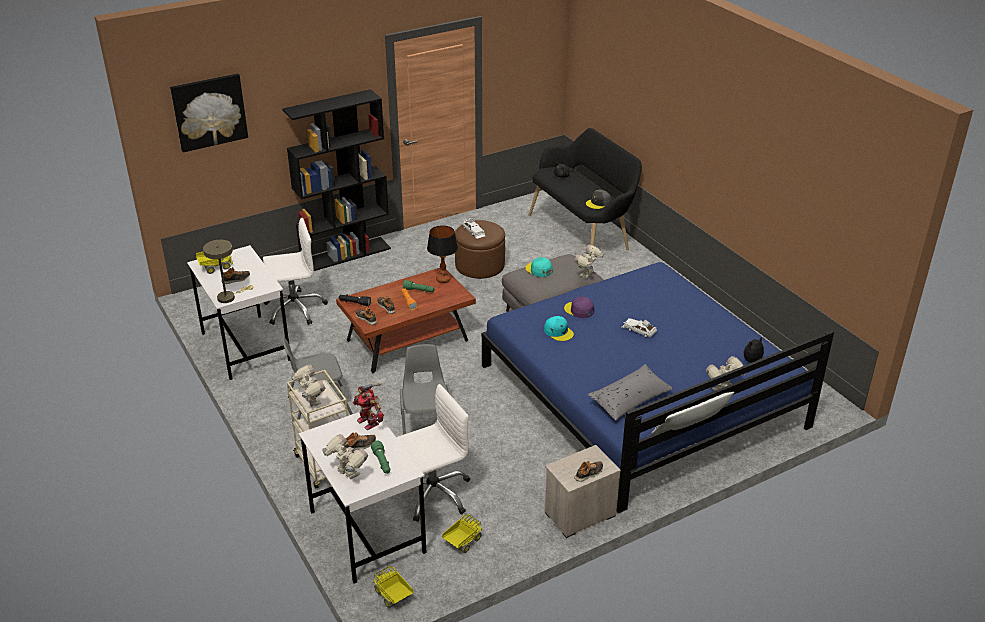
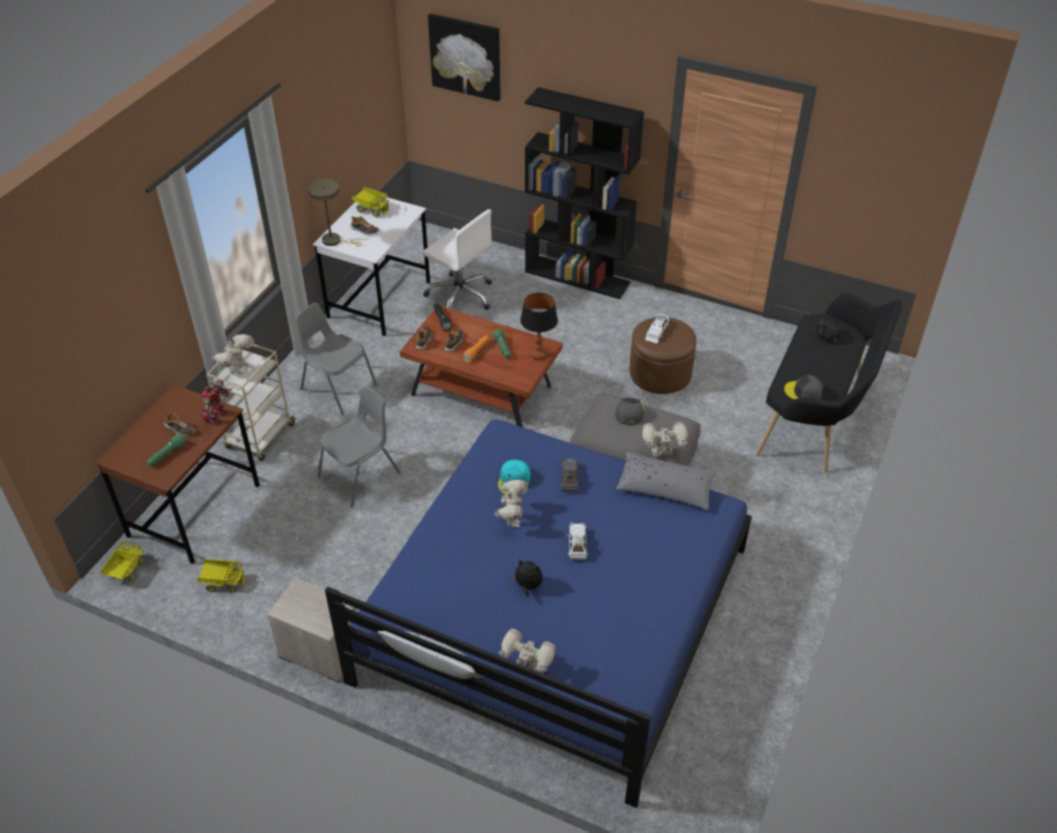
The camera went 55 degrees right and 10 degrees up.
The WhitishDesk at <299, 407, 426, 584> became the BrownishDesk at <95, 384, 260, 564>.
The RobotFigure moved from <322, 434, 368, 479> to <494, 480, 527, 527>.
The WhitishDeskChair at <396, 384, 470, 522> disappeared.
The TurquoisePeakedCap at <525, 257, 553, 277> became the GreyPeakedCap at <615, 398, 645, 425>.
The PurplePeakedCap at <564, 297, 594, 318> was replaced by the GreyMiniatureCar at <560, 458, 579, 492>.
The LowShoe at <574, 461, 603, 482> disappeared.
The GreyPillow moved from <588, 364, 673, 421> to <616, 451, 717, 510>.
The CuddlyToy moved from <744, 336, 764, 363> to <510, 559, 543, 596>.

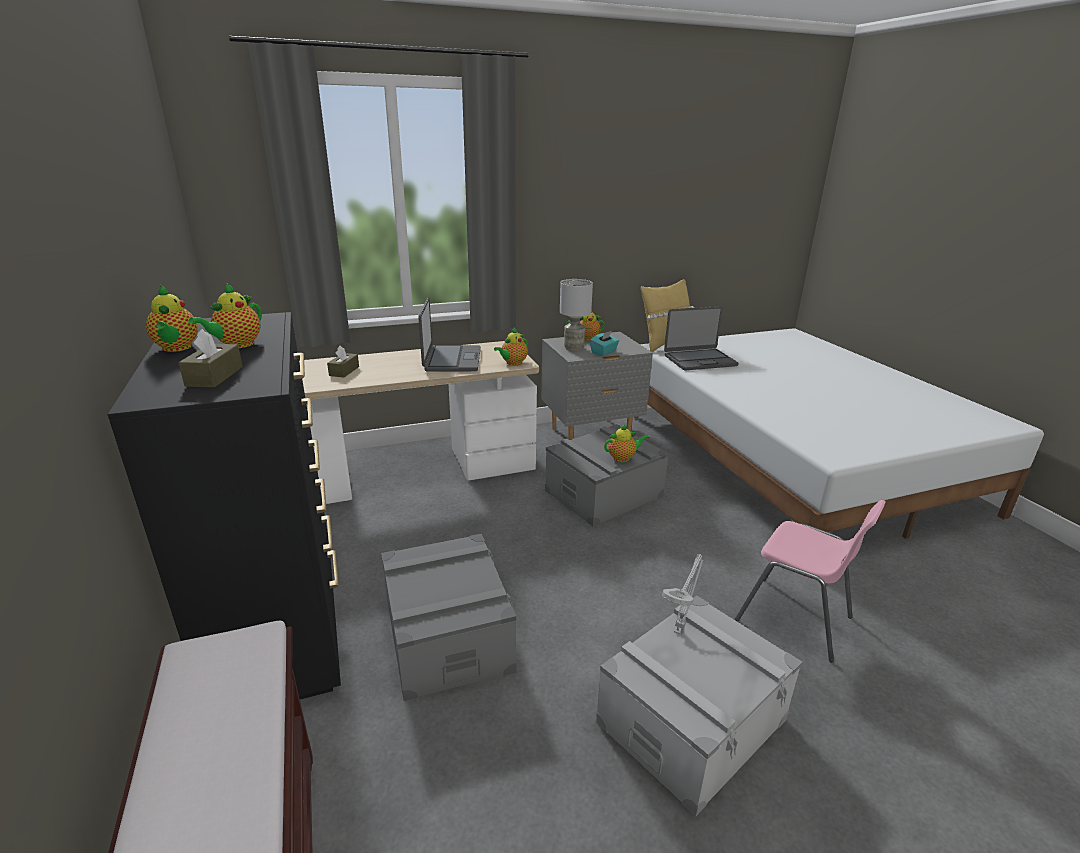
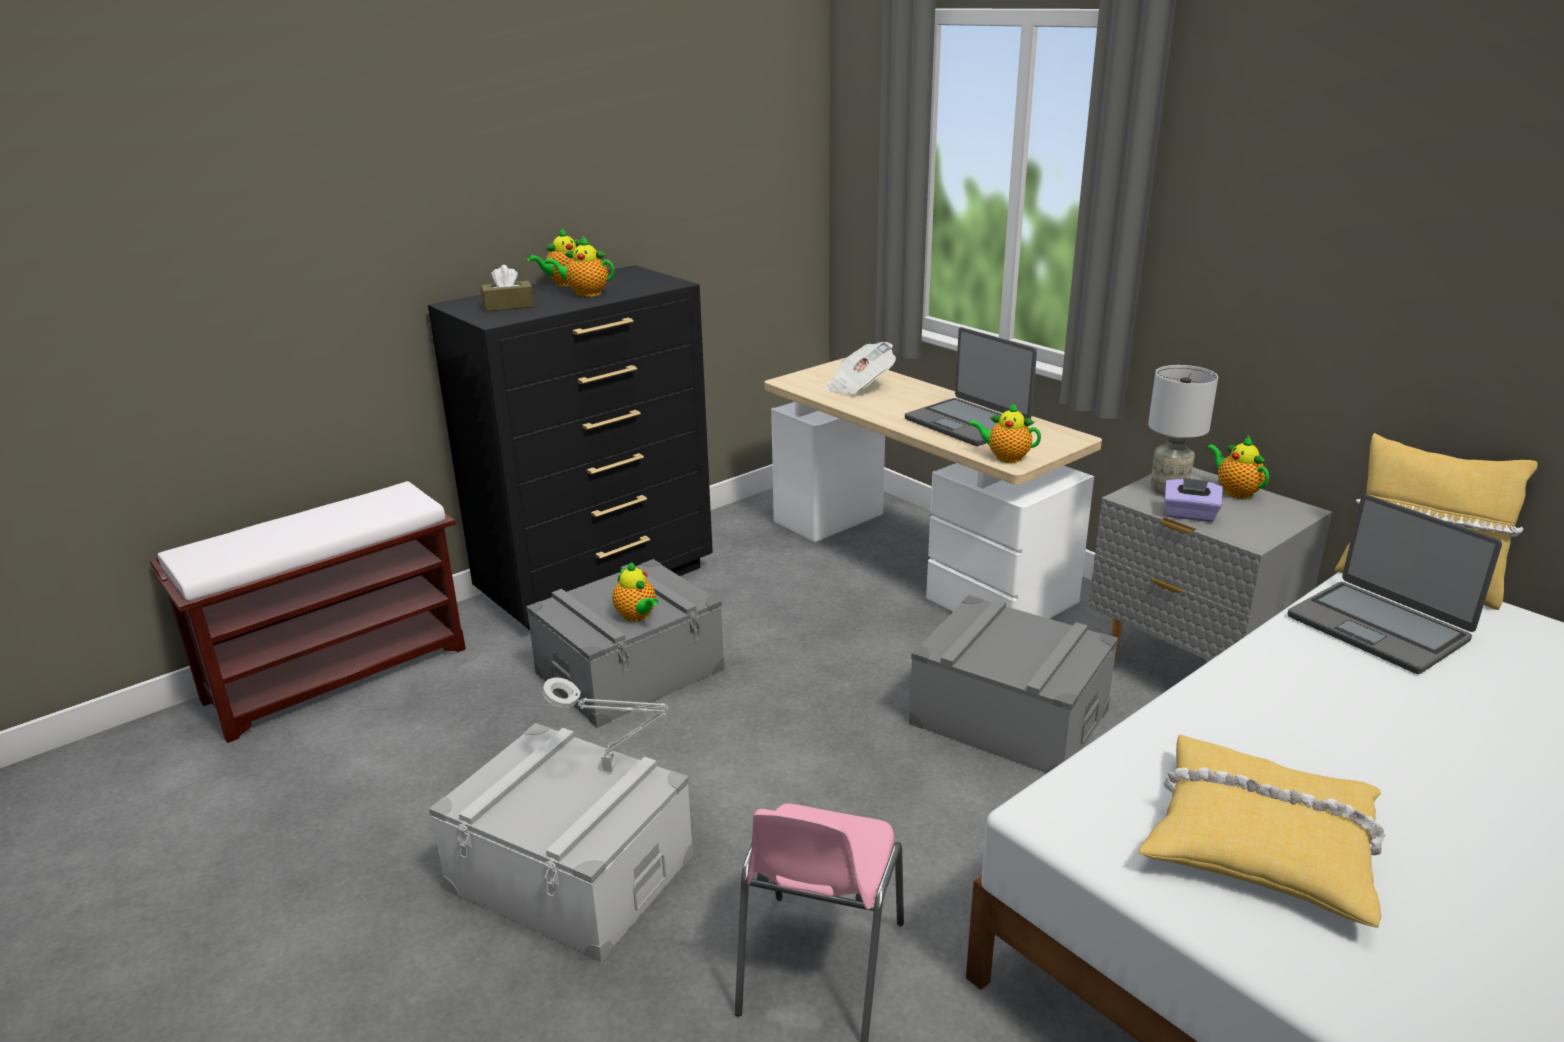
The camera went 70 degrees right and 0 degrees up.
The BrownishTissueHolder at <327, 346, 359, 378> was replaced by the PrintedPaper at <824, 342, 896, 395>.
The PortableComputer at <418, 297, 481, 371> turned 75 degrees clockwise.
The TurquoiseTissueHolder at <590, 331, 619, 356> became the PurpleTissueHolder at <1164, 477, 1223, 522>.
The Teapot moved from <604, 424, 650, 462> to <612, 562, 659, 622>.
The YellowishPillow at <1138, 735, 1386, 928> appeared.

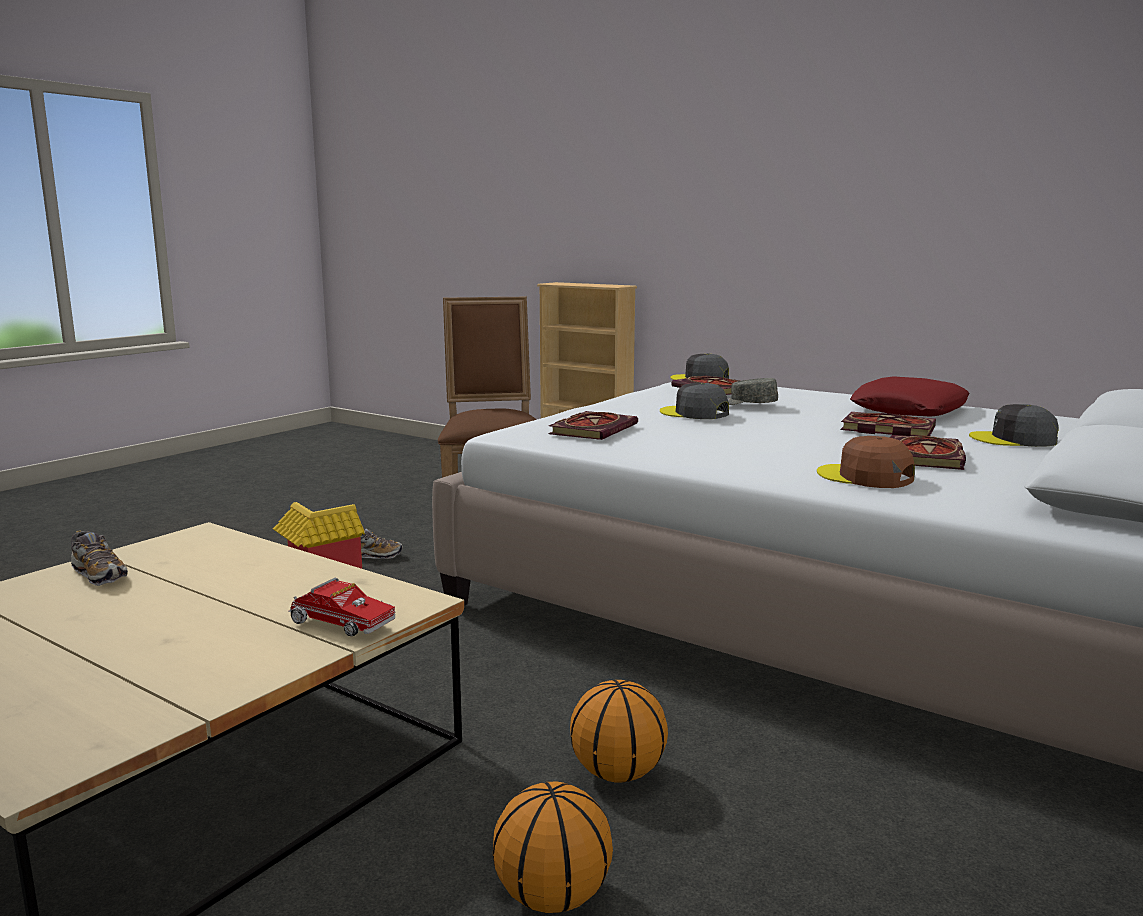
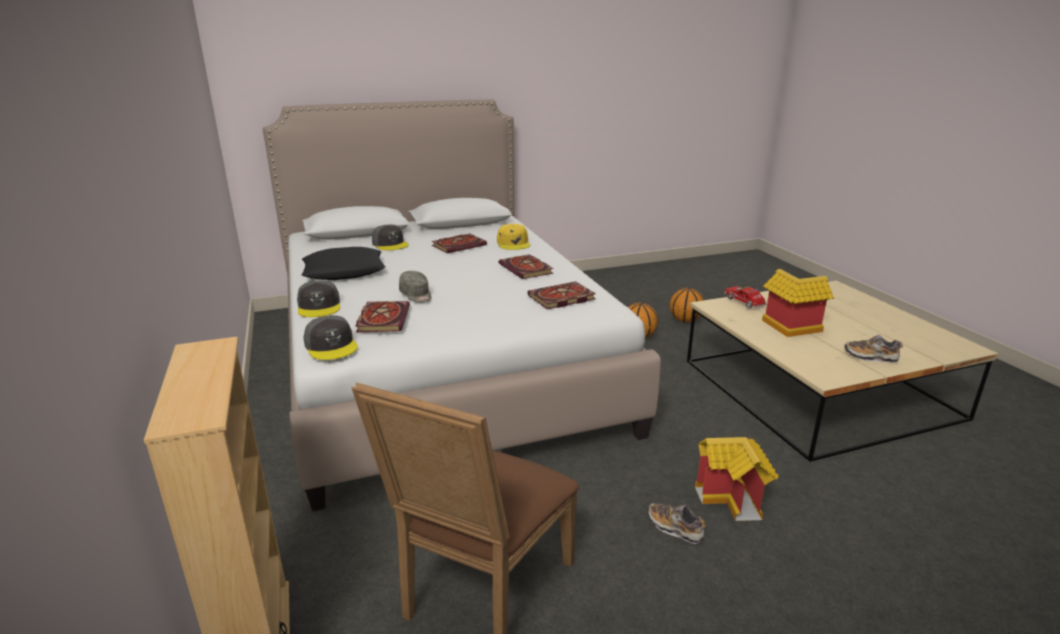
The camera went 145 degrees left and 10 degrees up.
The LowShoe at <71, 530, 128, 586> turned 60 degrees counterclockwise.
The GreyPeakedCap moved from <660, 383, 729, 419> to <297, 280, 340, 317>.
The BrownishPeakedCap at <817, 436, 915, 488> became the YellowishPeakedCap at <497, 224, 530, 250>.
The Volume moved from <841, 412, 936, 436> to <499, 254, 554, 279>.
The ReddishPillow at <850, 376, 969, 417> became the BlackColouredPillow at <301, 247, 386, 280>.
The MiniatureHouse at <762, 269, 834, 337> appeared.

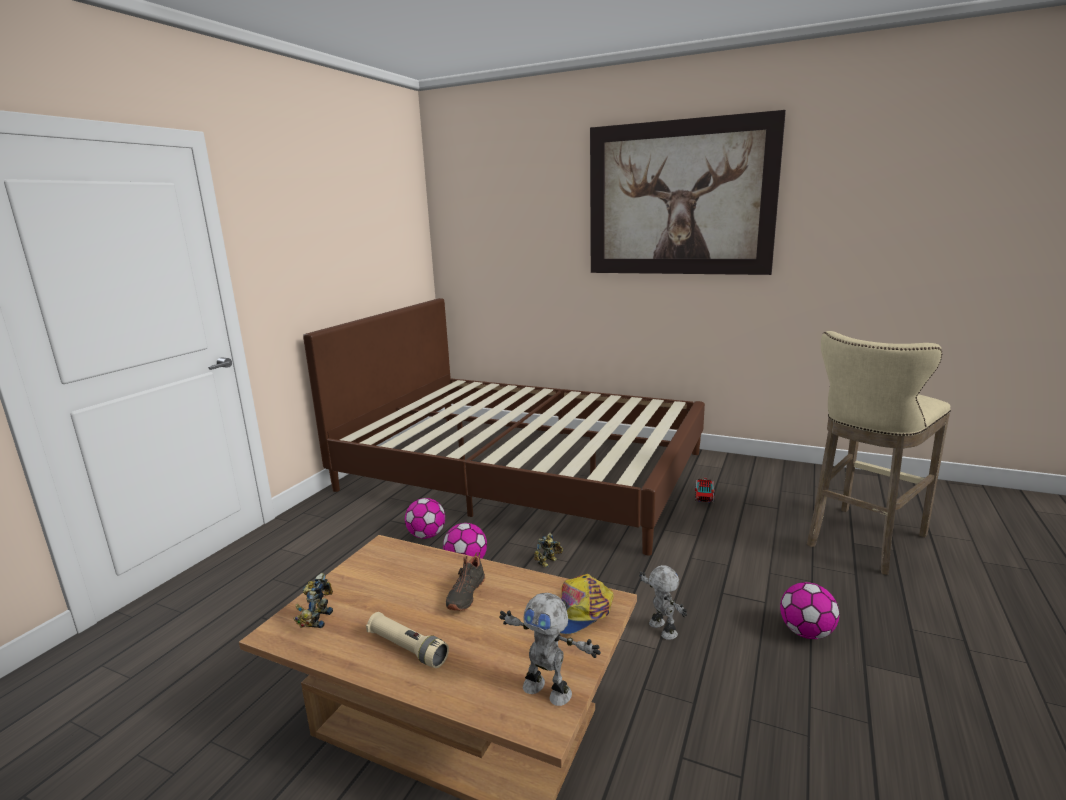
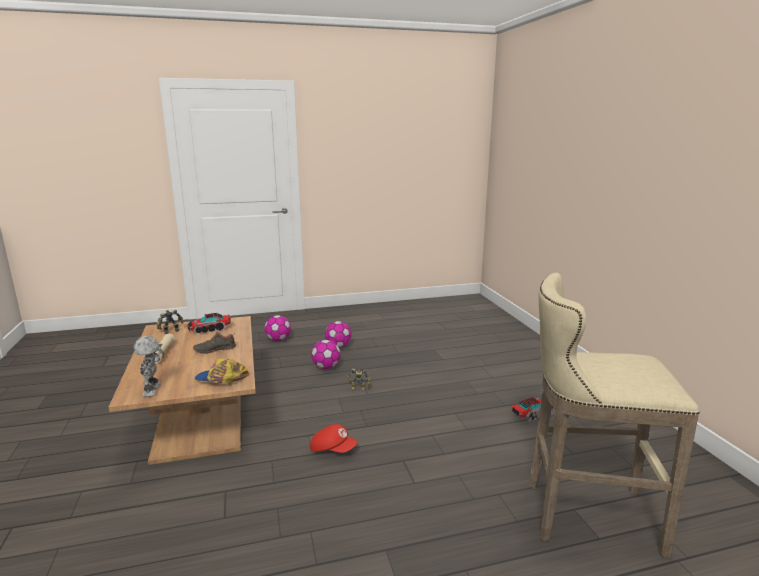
The camera went 50 degrees right and 0 degrees up.
The BrownishBed at <303, 298, 705, 555> disappeared.
The WallArt at <590, 110, 786, 275> disappeared.
The RobotFigure at <639, 565, 687, 640> was replaced by the ReddishPeakedCap at <310, 424, 357, 453>.
The FootballBall moved from <780, 582, 839, 639> to <265, 315, 291, 341>.
The ToyLorry at <187, 313, 231, 333> appeared.

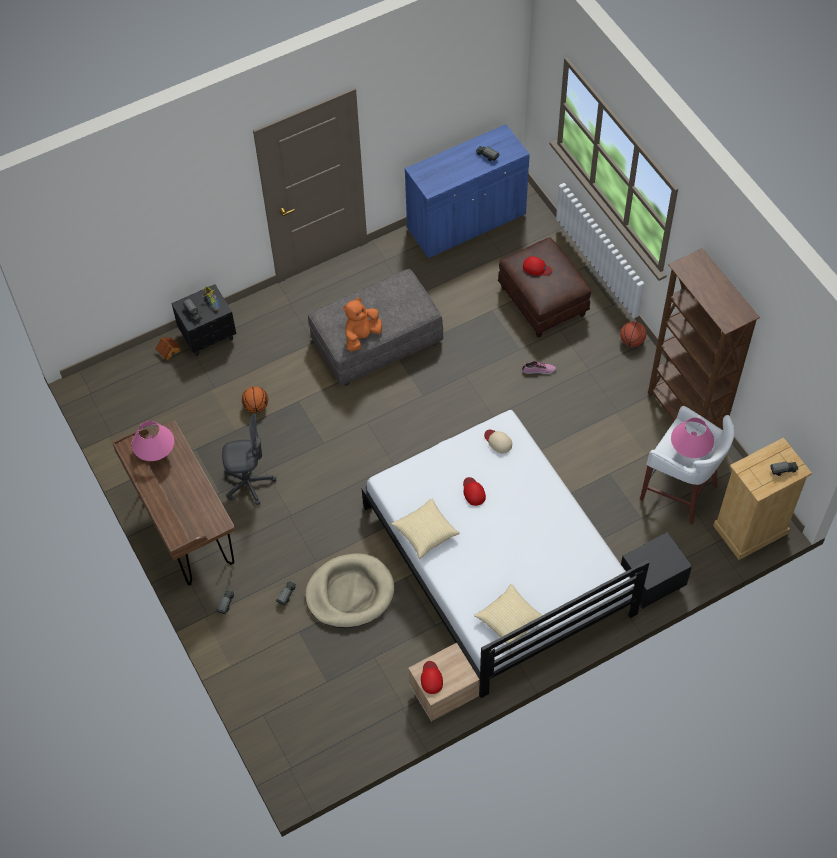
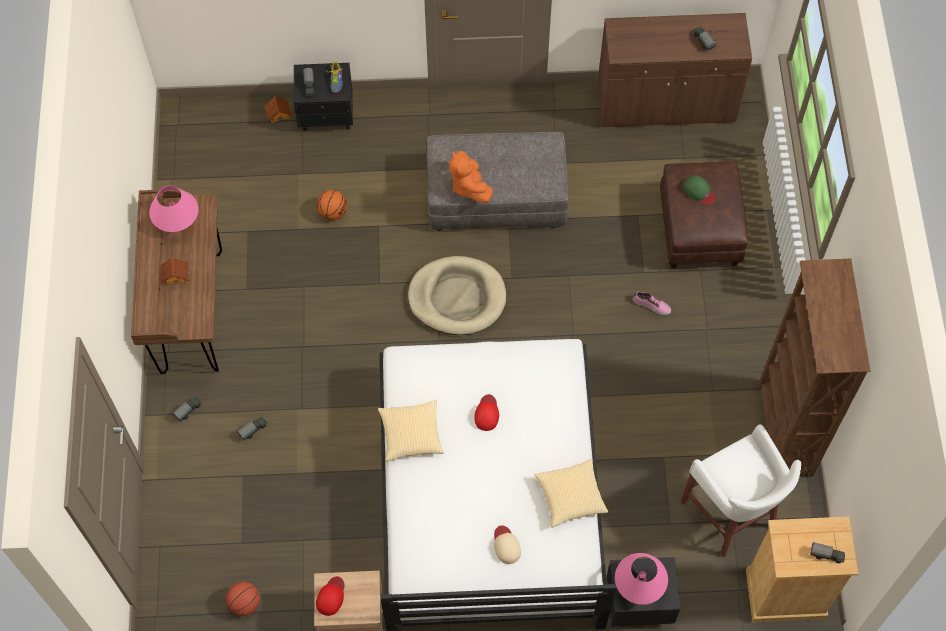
The camera went 25 degrees right and 5 degrees up.
The GreyDeskChair at <222, 414, 276, 505> disappeared.
The BeigeColouredDogBed moved from <305, 554, 394, 628> to <408, 256, 506, 335>.
The OrangeCuddlyToy at <343, 298, 382, 351> turned 90 degrees counterclockwise.
The BlueColouredCabinet at <405, 124, 530, 258> became the BrownishCabinet at <597, 13, 752, 127>.
The Pillow moved from <474, 584, 543, 650> to <534, 459, 608, 528>.
The BeigeColouredPeakedCap moved from <484, 430, 512, 454> to <494, 525, 521, 564>.
The ReddishPeakedCap at <523, 256, 552, 276> became the GreenishPeakedCap at <683, 175, 715, 205>.
The Basketball moved from <620, 321, 646, 347> to <226, 581, 260, 616>.
The PinkishTableLamp moved from <671, 417, 714, 458> to <615, 553, 668, 605>.
The MiniatureHouse at <161, 257, 189, 286> appeared.

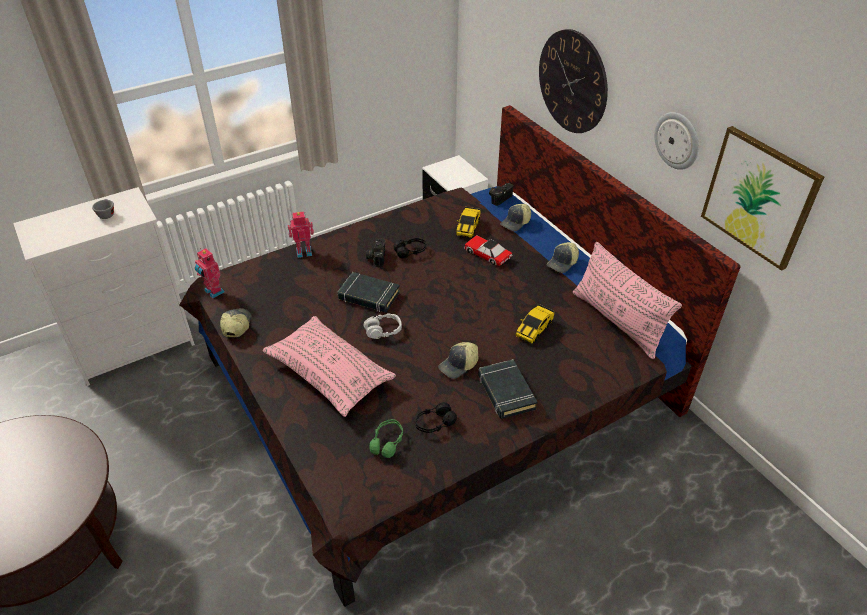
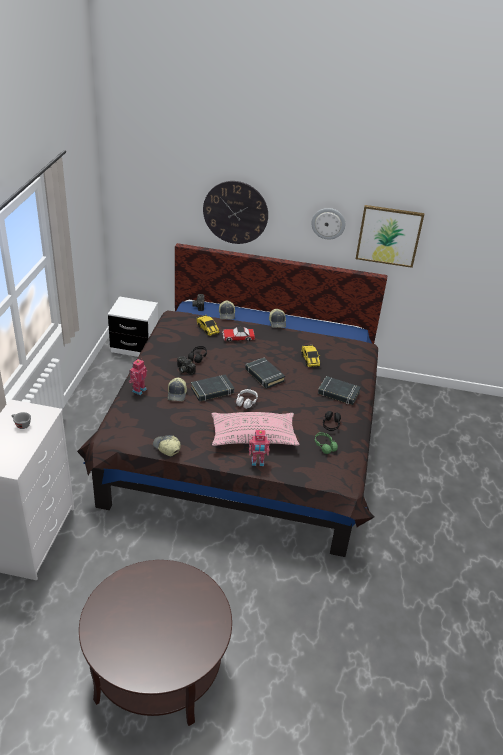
The camera went 50 degrees left and 5 degrees down.
The RobotFigure moved from <195, 248, 225, 298> to <249, 430, 270, 466>.
The PeakedCap moved from <438, 342, 479, 379> to <168, 377, 187, 401>.
The PinkishPillow at <573, 242, 682, 359> disappeared.
The BlackColouredVolume at <245, 358, 285, 389> appeared.

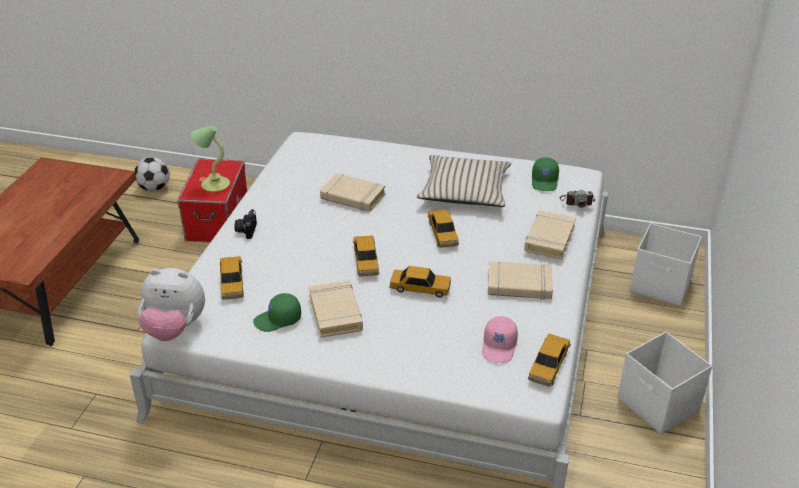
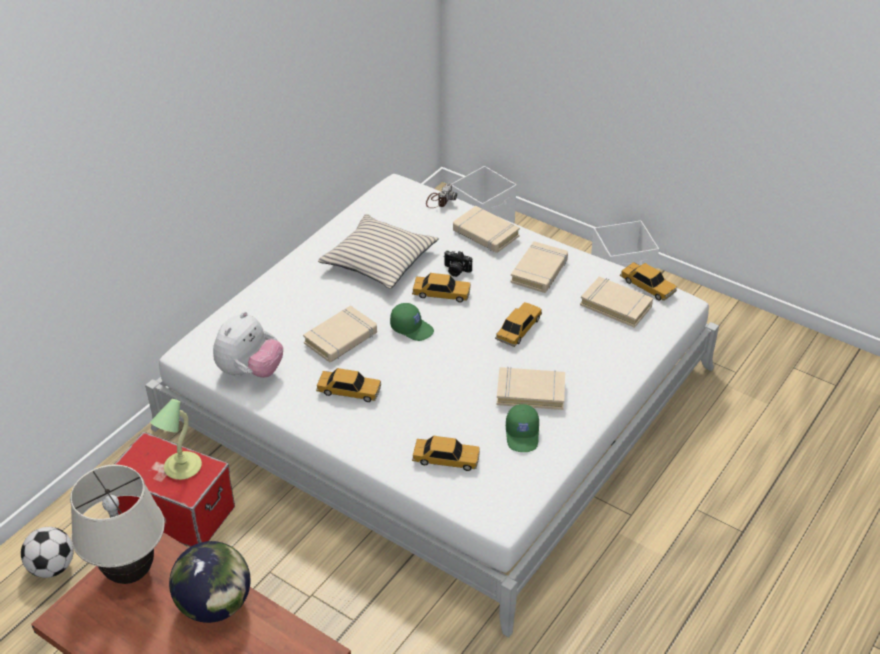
The camera went 70 degrees left and 5 degrees up.
The CuddlyToy moved from <138, 268, 205, 341> to <213, 311, 283, 378>.
The PhotoCamera moved from <234, 209, 257, 239> to <444, 251, 472, 277>.
The MiniatureCar moved from <353, 235, 379, 276> to <316, 368, 381, 402>.
The PinkishPeakedCap at <482, 316, 518, 363> was replaced by the BeigeColouredVolume at <580, 277, 653, 328>.
The GreenishPeakedCap moved from <532, 157, 559, 191> to <390, 303, 434, 341>.
The BeigeColouredTableLamp at <70, 465, 165, 584> appeared.
The Globe at <169, 541, 251, 623> appeared.

